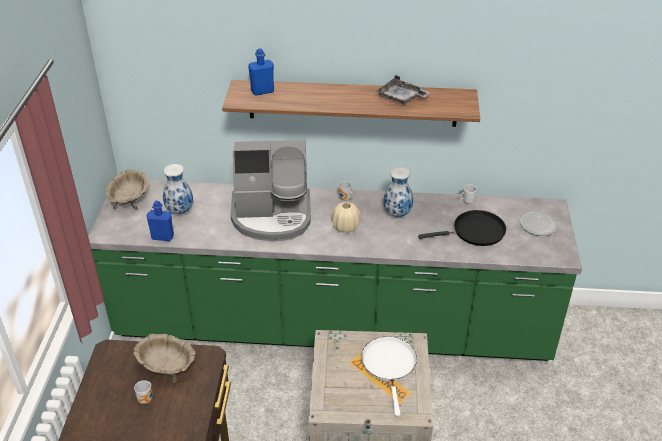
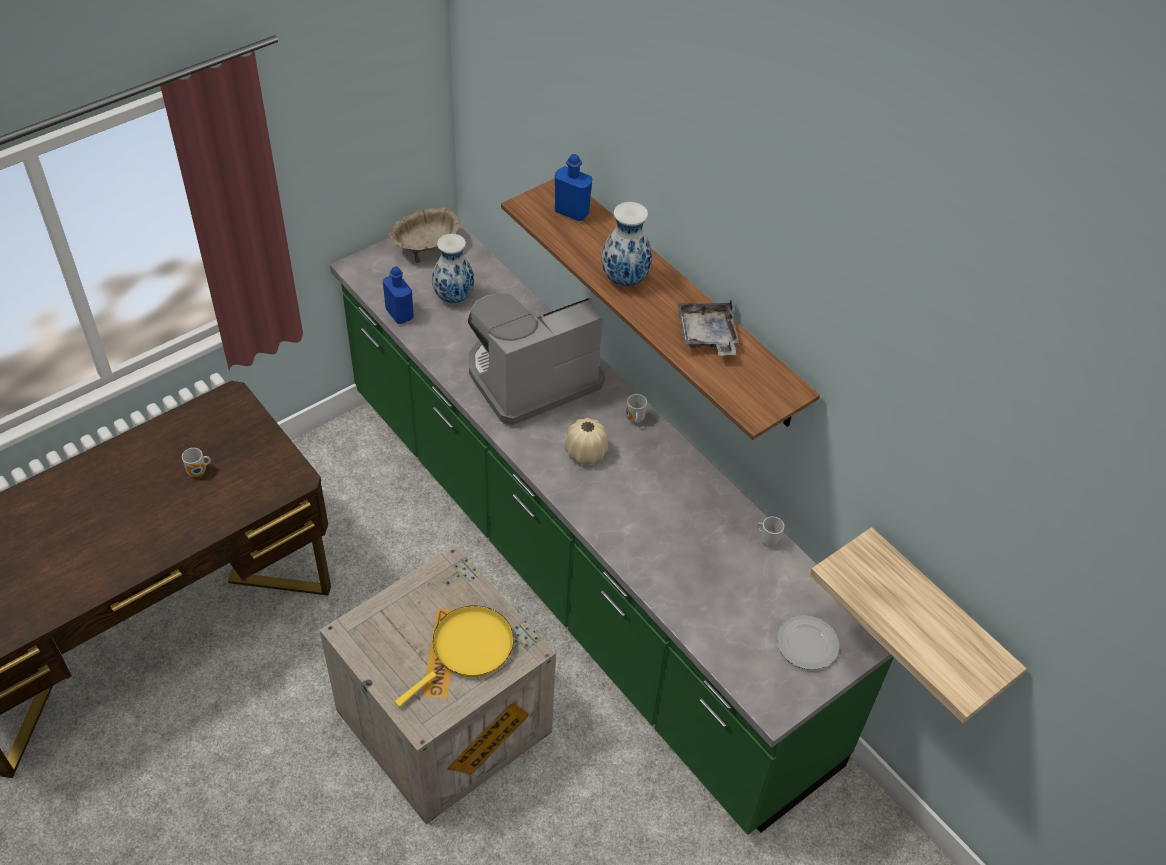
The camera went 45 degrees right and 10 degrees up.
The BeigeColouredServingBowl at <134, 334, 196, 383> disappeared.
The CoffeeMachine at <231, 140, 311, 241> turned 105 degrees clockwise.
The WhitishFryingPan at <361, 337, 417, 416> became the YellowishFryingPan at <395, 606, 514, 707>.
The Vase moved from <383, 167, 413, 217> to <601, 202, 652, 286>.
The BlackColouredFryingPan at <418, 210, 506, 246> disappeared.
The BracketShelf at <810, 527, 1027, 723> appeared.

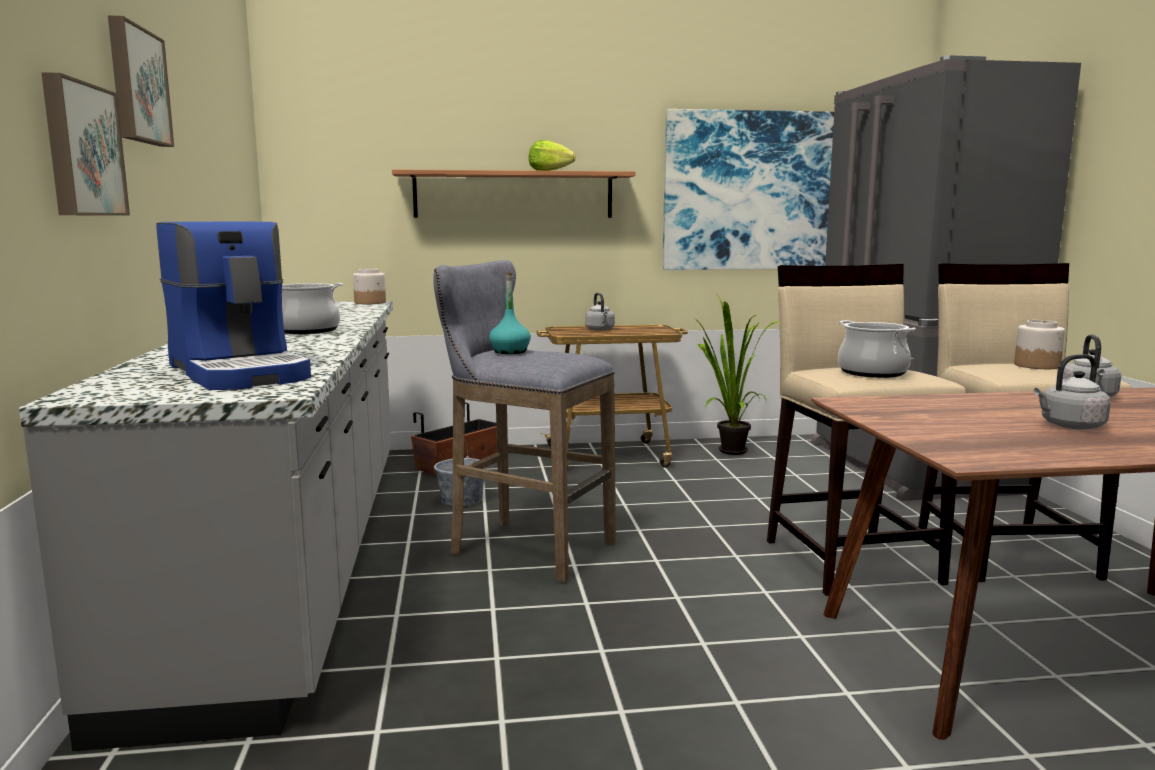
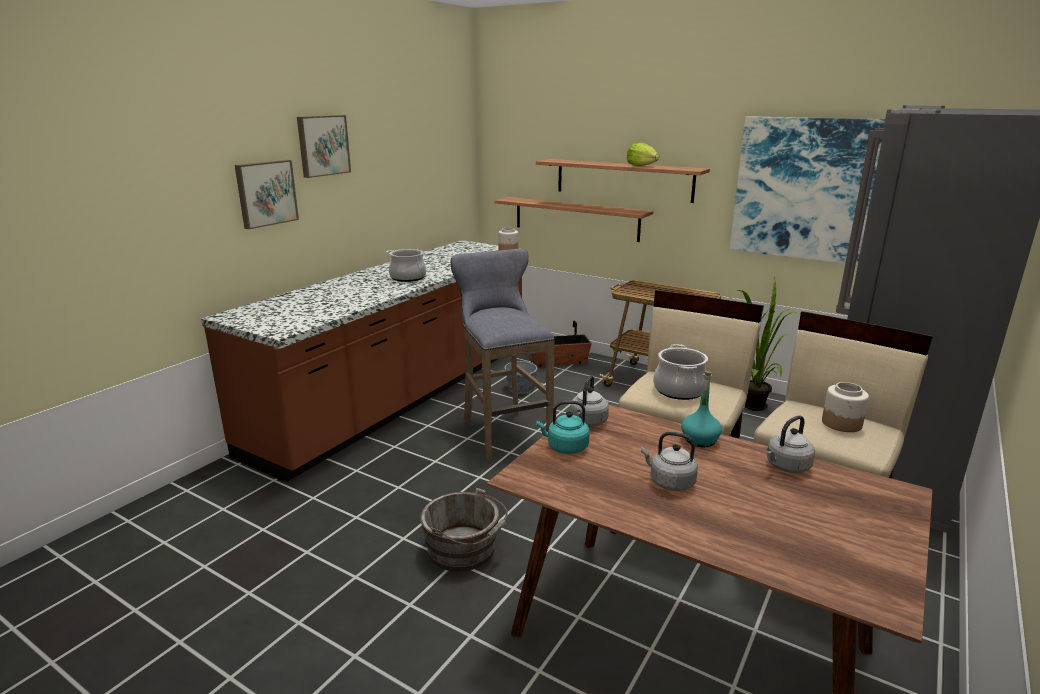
The camera went 40 degrees right and 10 degrees up.
The GreyKitchenCounter at <19, 301, 393, 751> became the BrownishKitchenCounter at <201, 240, 526, 482>.
The CoffeeMachine at <156, 222, 311, 390> disappeared.
The TurquoiseBeverageBottle moved from <489, 272, 531, 354> to <681, 371, 722, 447>.
The GreyTeaKettle moved from <585, 293, 615, 331> to <570, 375, 609, 427>.
The GreyPail at <420, 488, 508, 572> appeared.
The BracketShelf at <494, 197, 653, 242> appeared.
The TurquoiseTeaKettle at <536, 401, 590, 454> appeared.

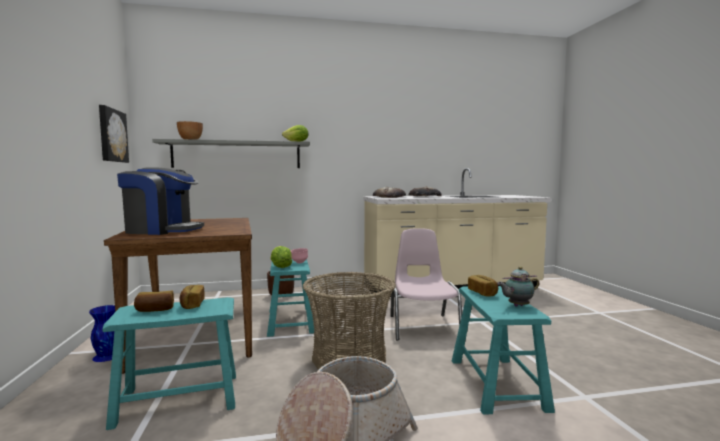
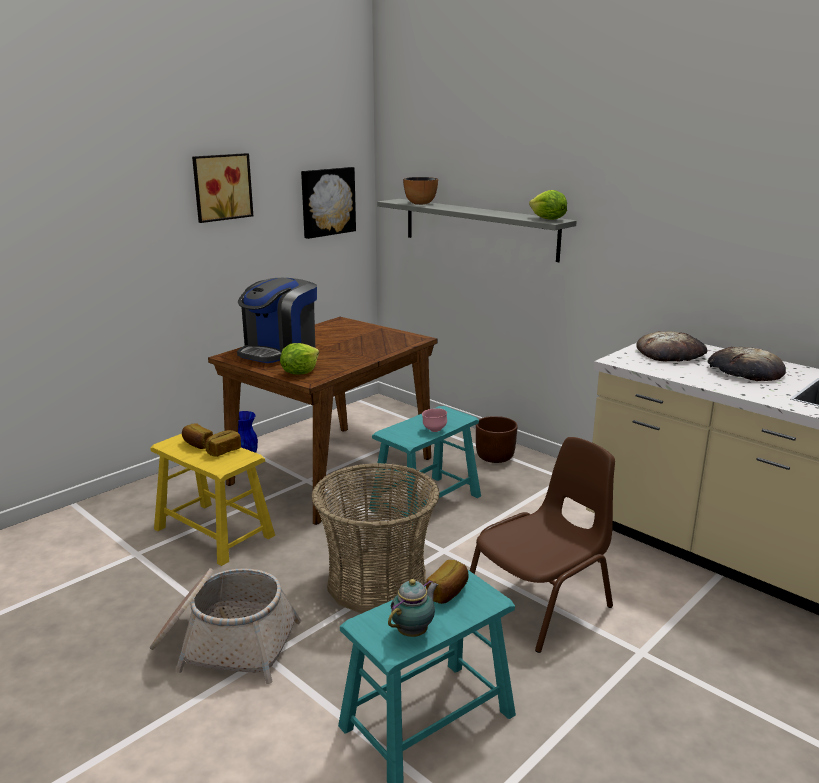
The camera went 55 degrees right and 15 degrees up.
The TurquoiseSittingStool at <102, 297, 236, 430> became the YellowishSittingStool at <150, 434, 275, 566>.
The CoffeeMachine at <117, 167, 204, 235> turned 60 degrees clockwise.
The HeadOfLettuce moved from <271, 246, 292, 268> to <280, 343, 319, 375>.
The PinkishPlainChair at <390, 228, 462, 340> became the BrownishPlainChair at <470, 437, 615, 653>.
The Teapot at <497, 266, 539, 307> turned 90 degrees clockwise.
The WallArt at <192, 153, 253, 223> appeared.

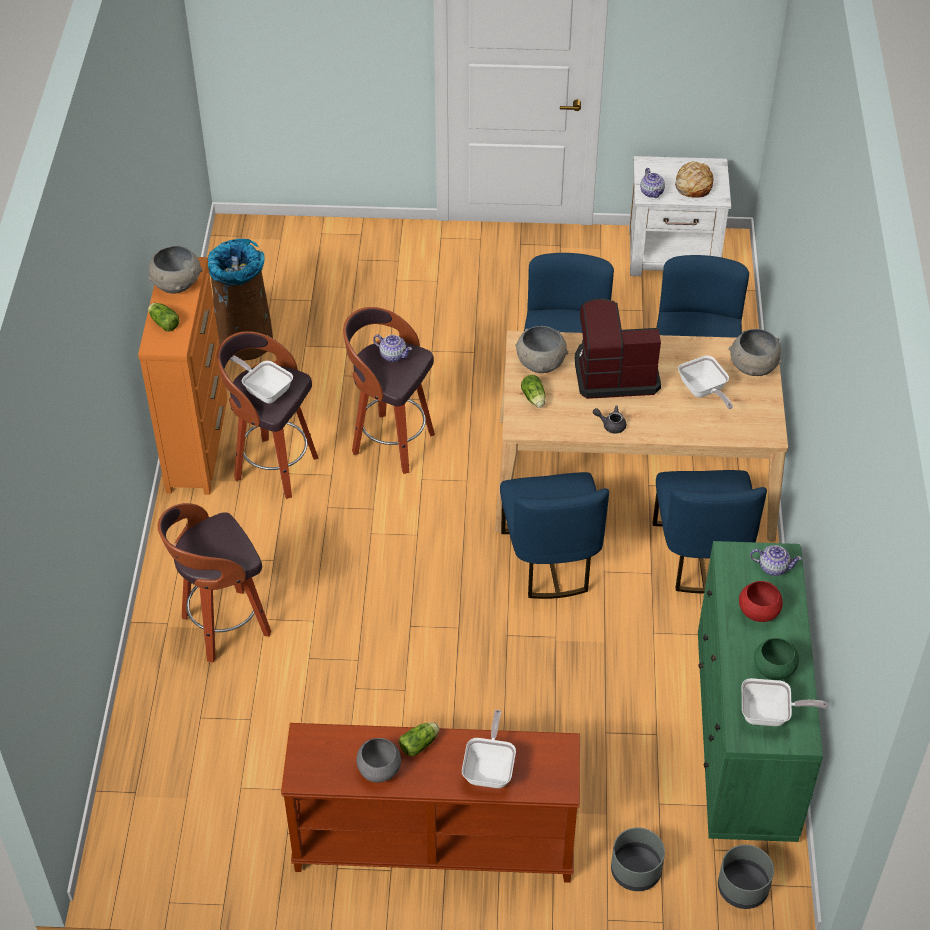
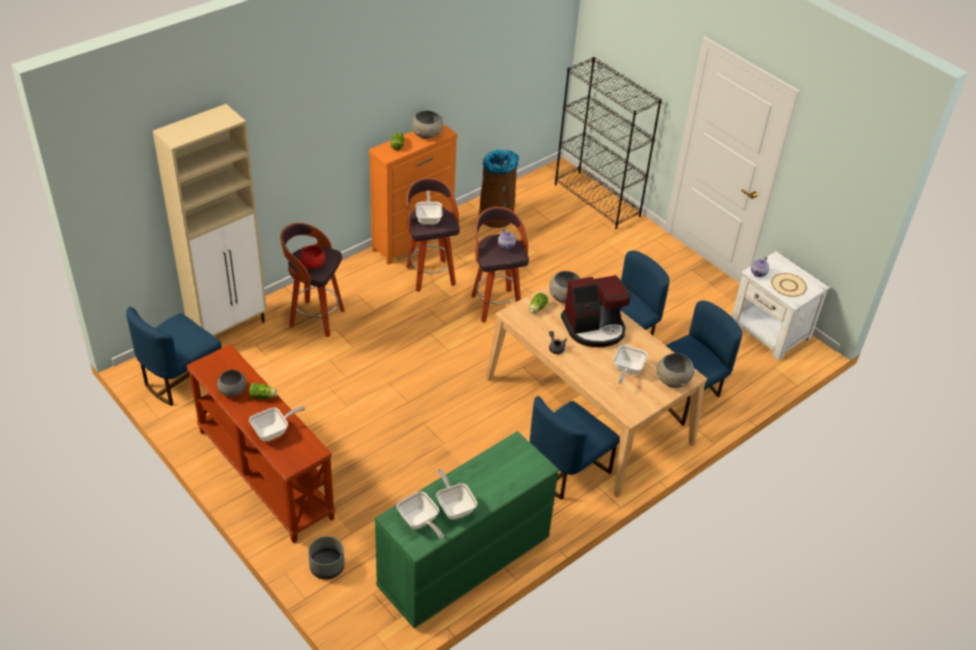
The camera went 45 degrees right and 5 degrees down.
The BlueColouredPlainChair moved from <500, 472, 609, 599> to <126, 307, 222, 406>.
The CoffeeMachine at <575, 298, 661, 399> turned 120 degrees clockwise.
The Bread at <675, 161, 714, 198> was replaced by the BeigeColouredFlatDish at <771, 273, 807, 297>.
The GreyPlantPot at <718, 845, 774, 909> disappeared.
The ReddishServingBowl moved from <739, 581, 783, 622> to <300, 246, 325, 269>.
The Teapot at <750, 545, 802, 576> disappeared.
The GreenishServingBowl at <754, 638, 799, 680> was replaced by the FryingPan at <436, 469, 477, 520>.
The BeigeColouredCabinet at <153, 104, 267, 336> appeared.
The BlackColouredBookcase at <555, 57, 662, 229> appeared.

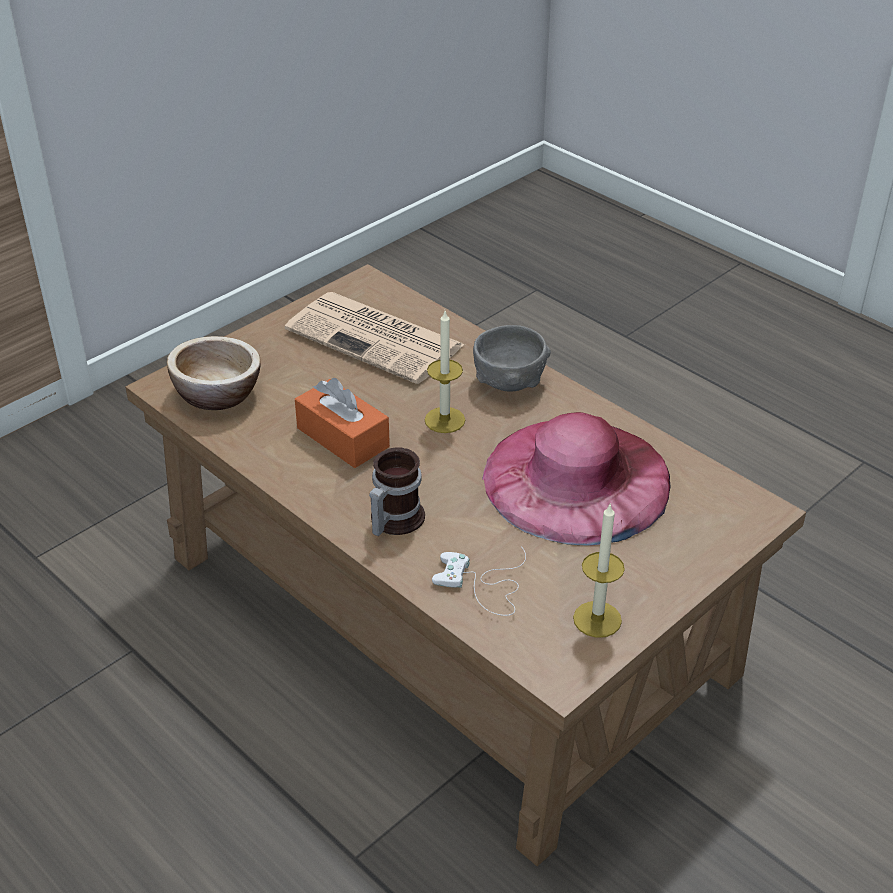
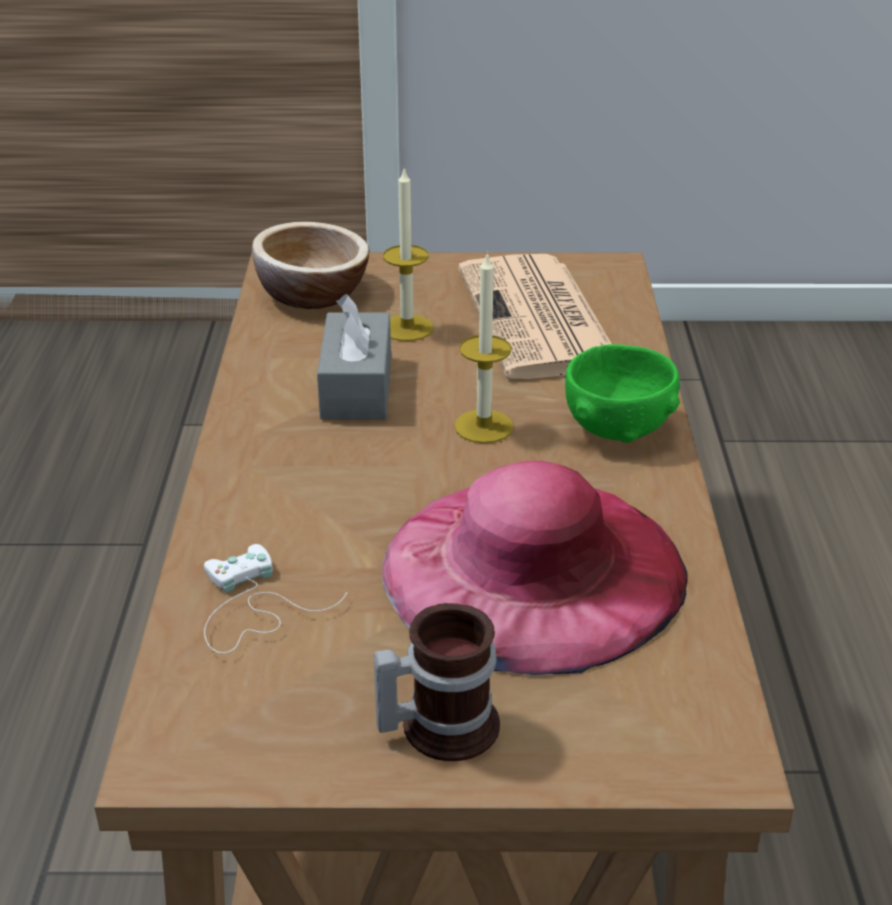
The camera went 45 degrees right and 5 degrees down.
The OrangeTissueHolder at <295, 378, 390, 468> became the GreyTissueHolder at <317, 294, 391, 420>.
The Mug moved from <369, 447, 425, 536> to <374, 603, 500, 761>.
The GreyServingBowl at <473, 325, 551, 391> became the GreenishServingBowl at <565, 344, 680, 443>.
The Candle moved from <573, 505, 625, 638> to <383, 168, 433, 341>.

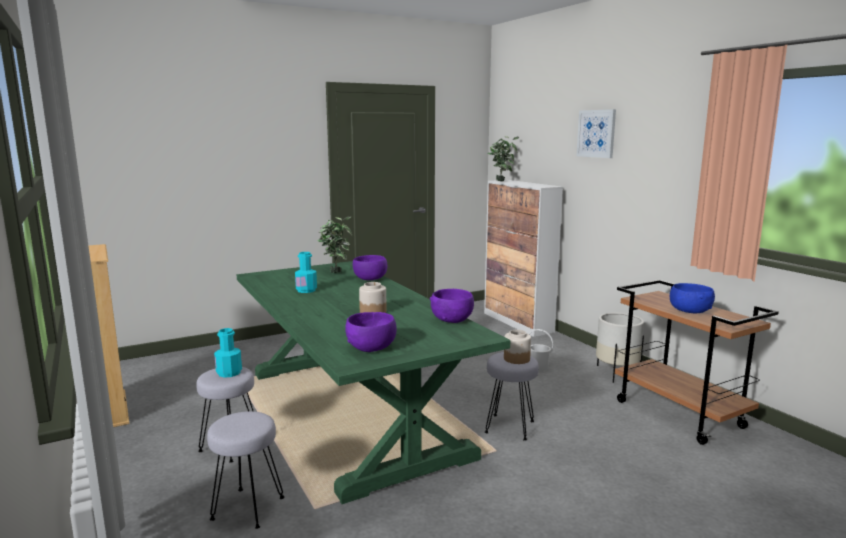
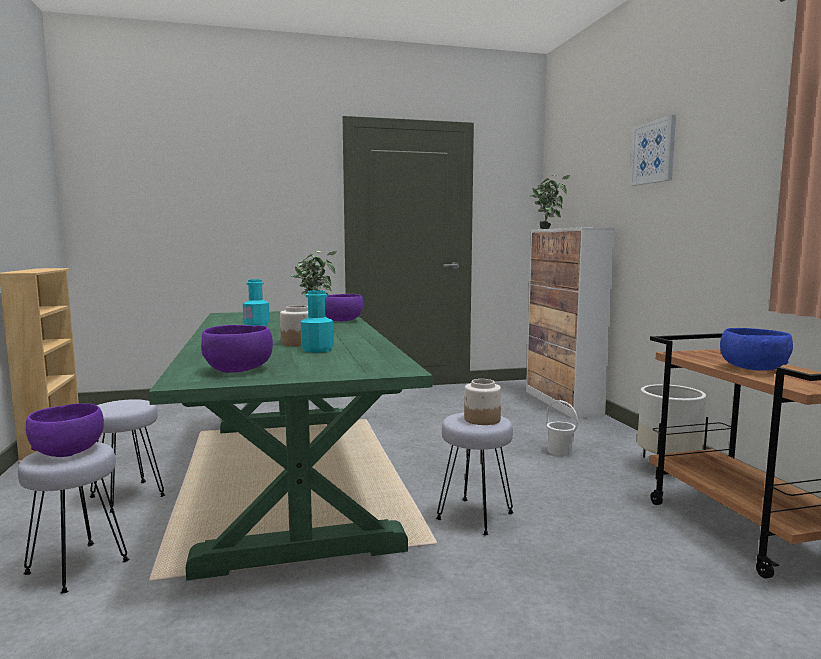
The camera went 15 degrees right and 5 degrees down.
The TurquoiseBeverageBottle moved from <214, 328, 242, 378> to <301, 290, 334, 353>.
The PurpleServingBowl moved from <430, 289, 474, 323> to <26, 404, 104, 457>.

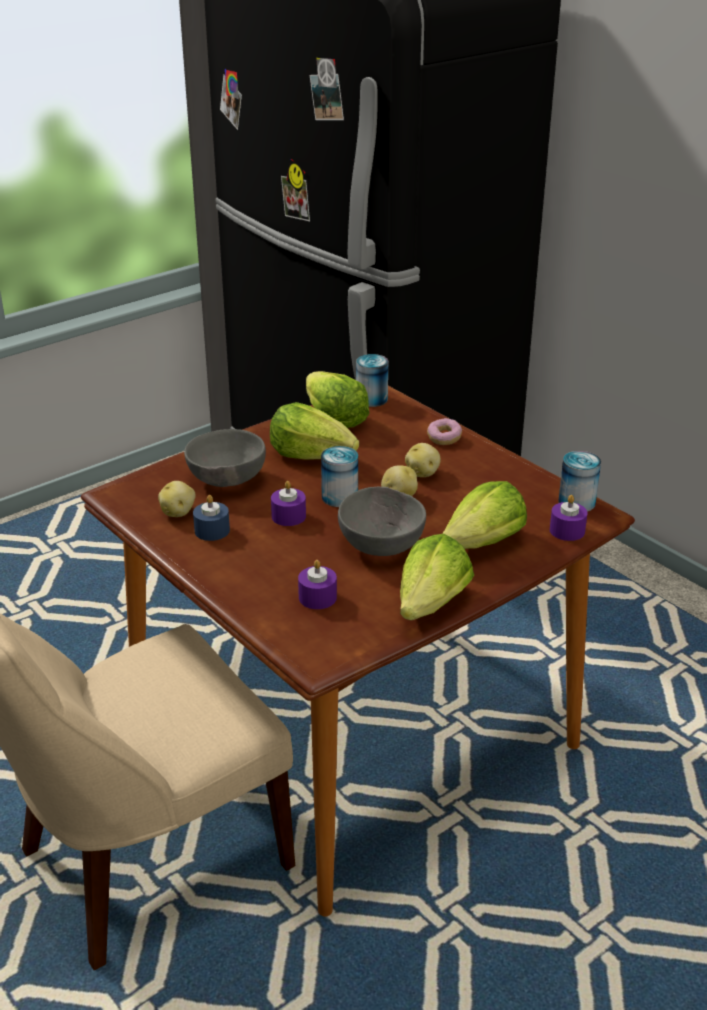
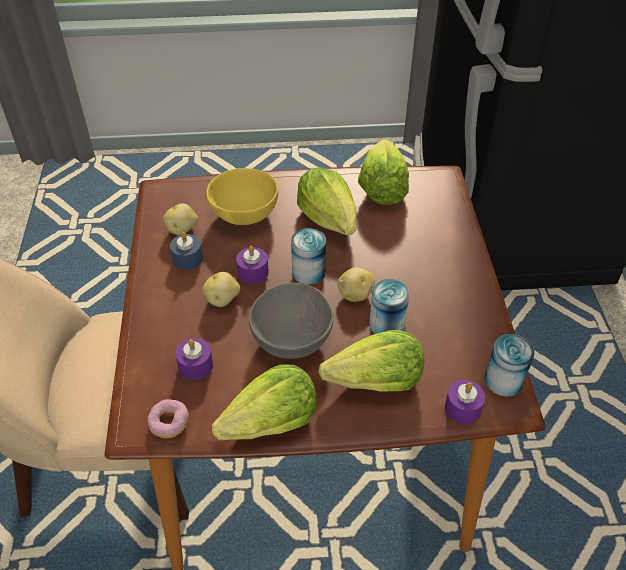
The camera went 35 degrees right and 15 degrees up.
The GreyServingBowl at <184, 429, 266, 487> became the YellowishServingBowl at <206, 168, 278, 225>.
The SealedCan moved from <356, 354, 388, 407> to <369, 279, 410, 334>.
The WholePotato moved from <405, 443, 440, 477> to <203, 272, 240, 307>.
The Donut moved from <427, 418, 462, 445> to <147, 400, 189, 438>.

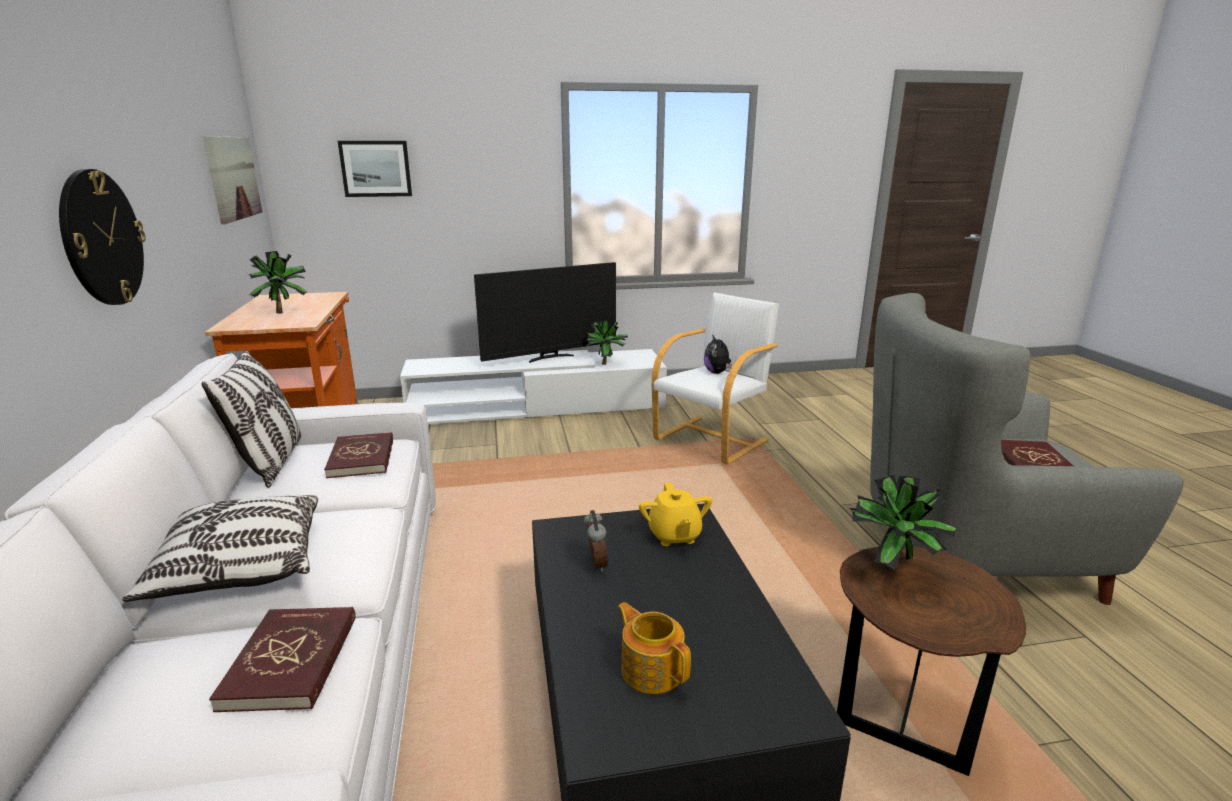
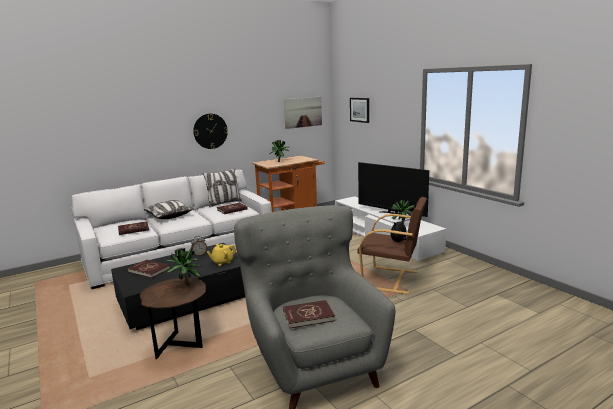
The camera went 70 degrees right and 5 degrees down.
The Teapot at <617, 602, 691, 694> was replaced by the ReddishVolume at <128, 260, 170, 278>.
The WhitishEasyChair at <652, 293, 779, 465> became the BrownishEasyChair at <357, 197, 427, 295>.

